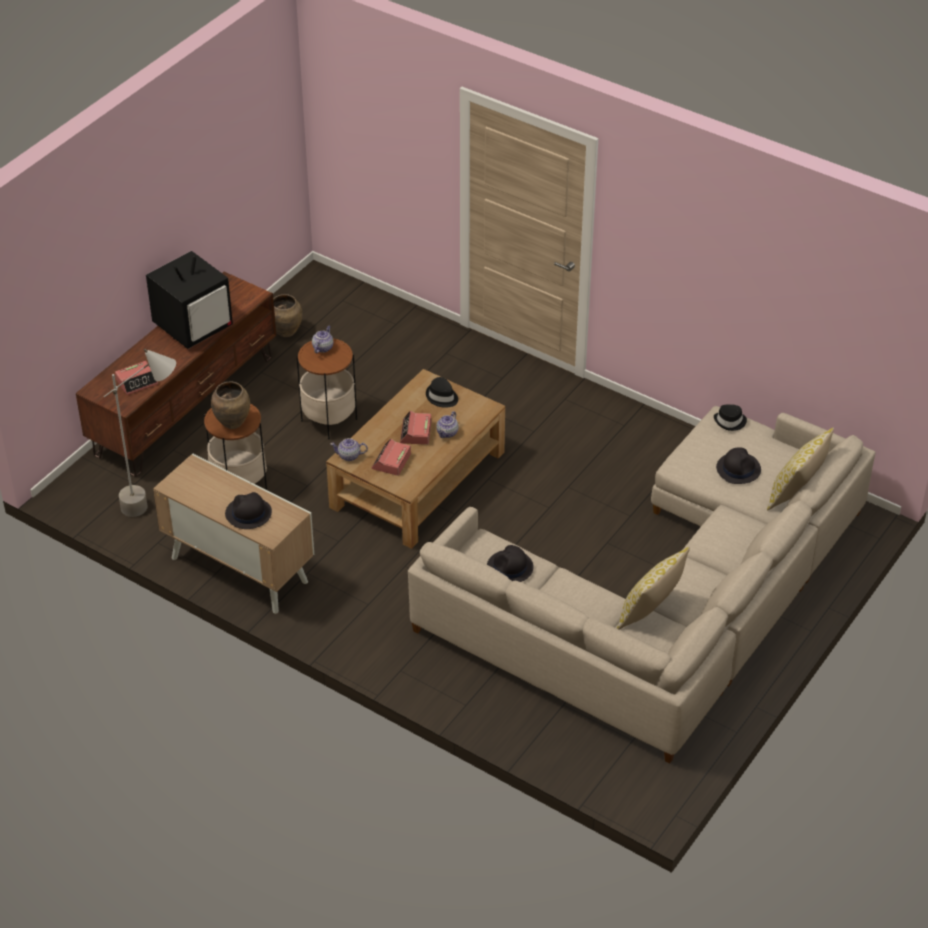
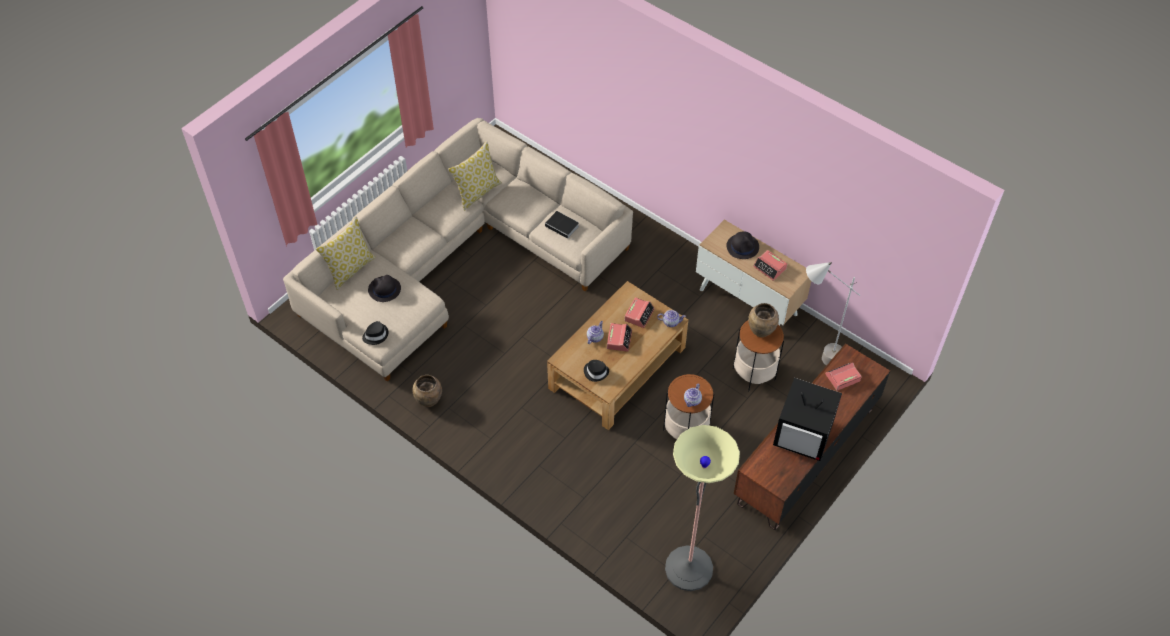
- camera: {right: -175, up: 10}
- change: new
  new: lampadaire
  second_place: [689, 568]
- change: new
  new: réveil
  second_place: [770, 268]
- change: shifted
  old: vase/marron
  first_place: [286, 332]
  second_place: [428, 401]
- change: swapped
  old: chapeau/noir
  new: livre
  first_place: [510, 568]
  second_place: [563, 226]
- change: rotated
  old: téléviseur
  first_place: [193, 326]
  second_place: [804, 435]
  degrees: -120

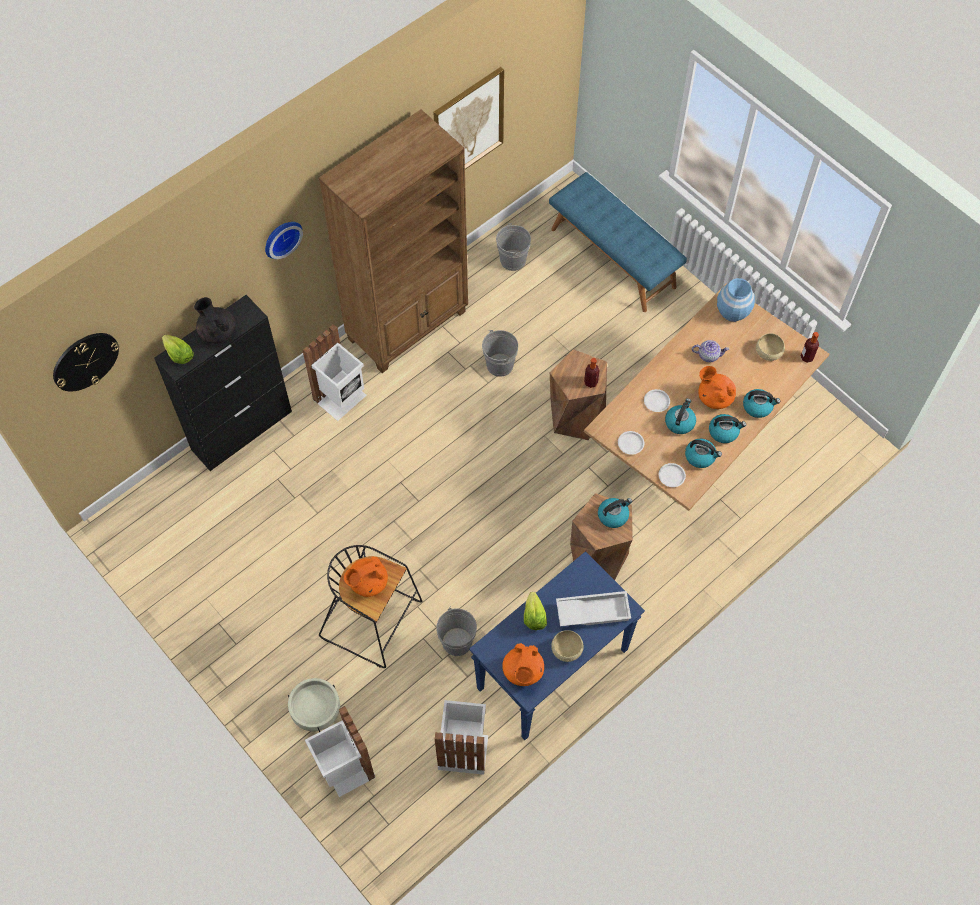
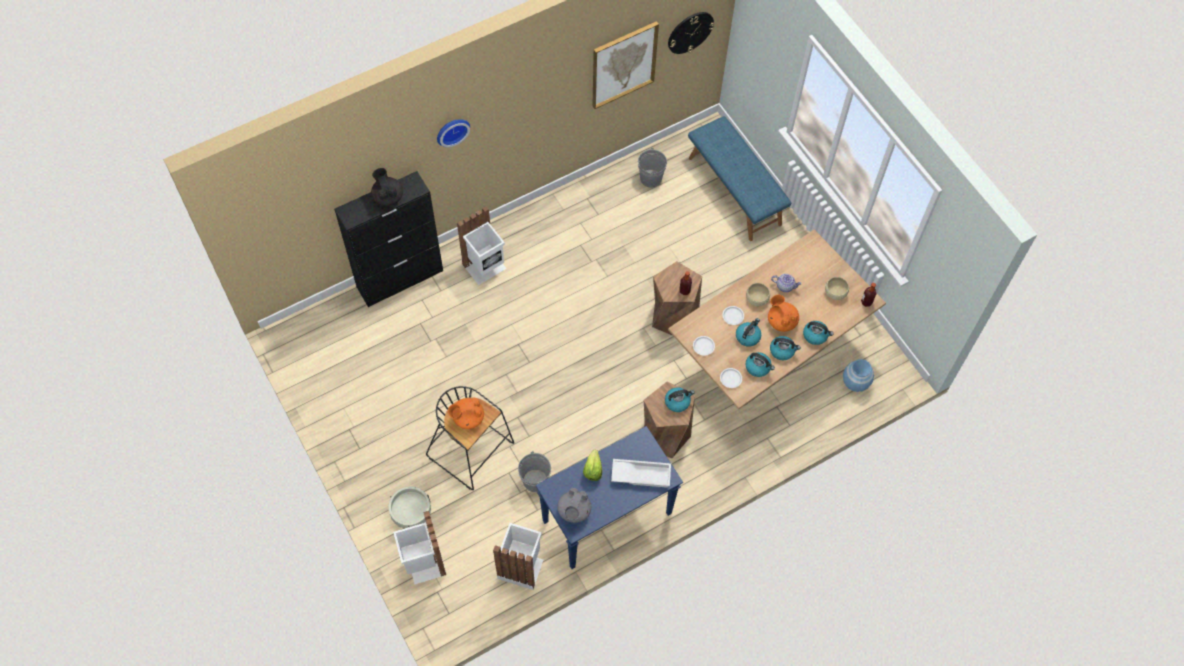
- camera: {right: 10, up: 0}
- change: gone
  old: laitue
  first_place: [179, 355]
- change: gone
  old: bibliothèque/marron
  first_place: [408, 325]
- change: gone
  old: seau/gris
  first_place: [499, 365]
- change: shifted
  old: horloge murale
  first_place: [85, 361]
  second_place: [690, 32]
- change: shifted
  old: bol/beige
  first_place: [567, 649]
  second_place: [757, 298]
- change: shifted
  old: vase/bleu
  first_place: [732, 311]
  second_place: [855, 382]
- change: repainted
  old: théière/orange
  new: théière/gris
  first_place: [523, 671]
  second_place: [574, 511]

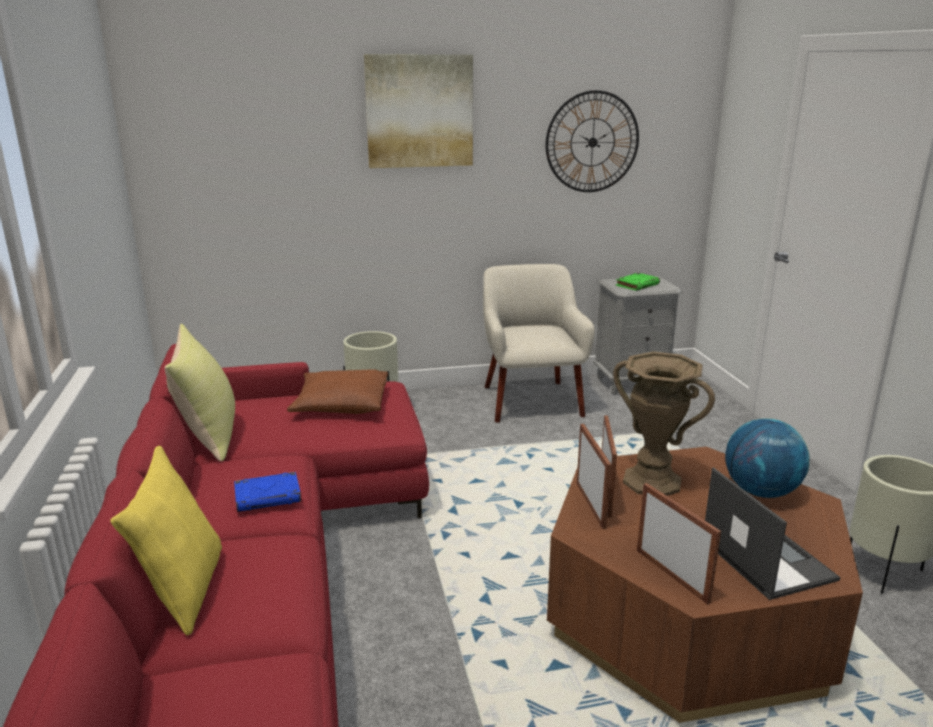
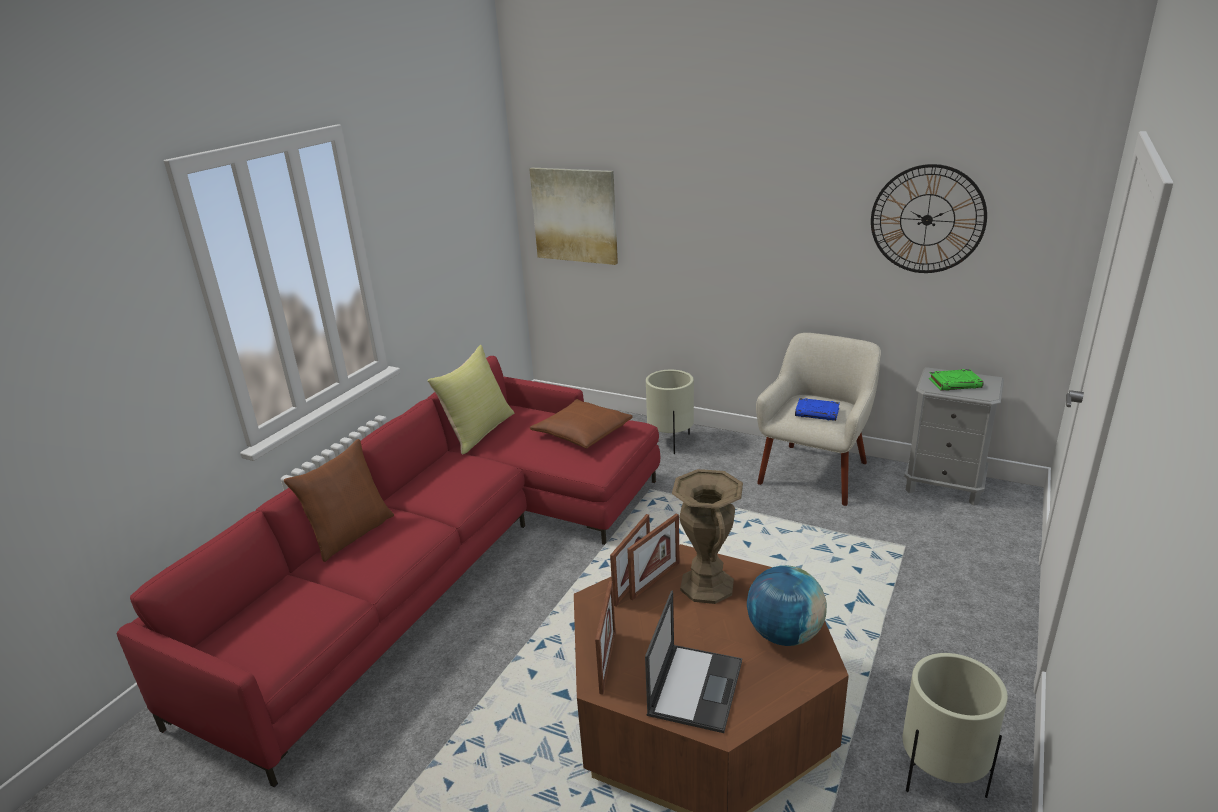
- camera: {right: 40, up: 5}
- change: shifted
  old: livre/bleu
  first_place: [268, 496]
  second_place: [817, 412]
- change: shifted
  old: tableau
  first_place: [419, 111]
  second_place: [575, 215]
- change: repainted
  old: coussin/jaune
  new: coussin/marron
  first_place: [183, 589]
  second_place: [350, 533]

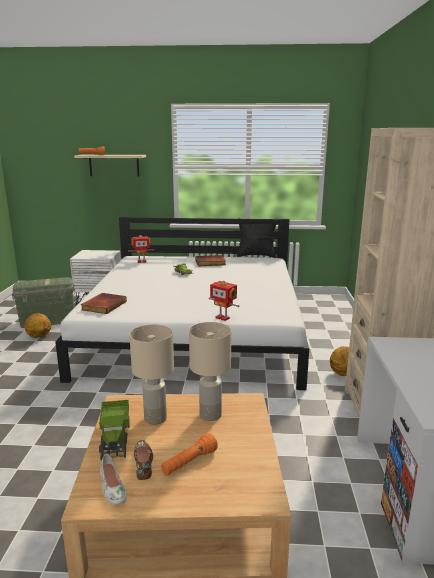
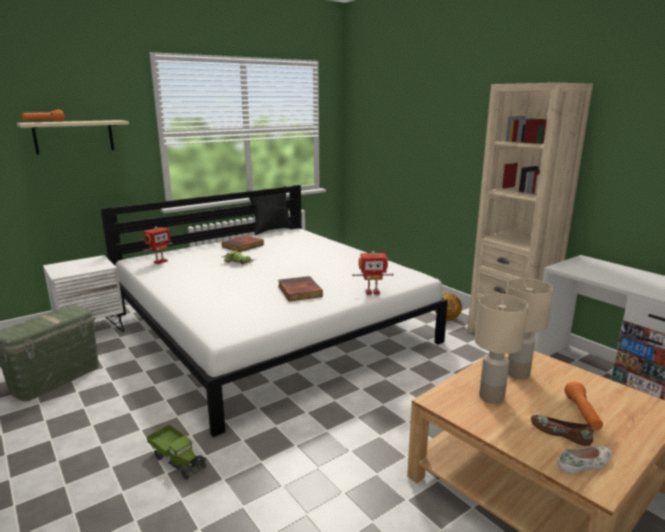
- camera: {right: -40, up: 0}
- change: gone
  old: ballon de basket
  first_place: [38, 336]
- change: shifted
  old: livre
  first_place: [103, 305]
  second_place: [298, 291]
- change: shifted
  old: camion jouet
  first_place: [115, 437]
  second_place: [178, 459]
- change: rotated
  old: chaussure/blanc
  first_place: [112, 487]
  second_place: [585, 464]
  degrees: -45

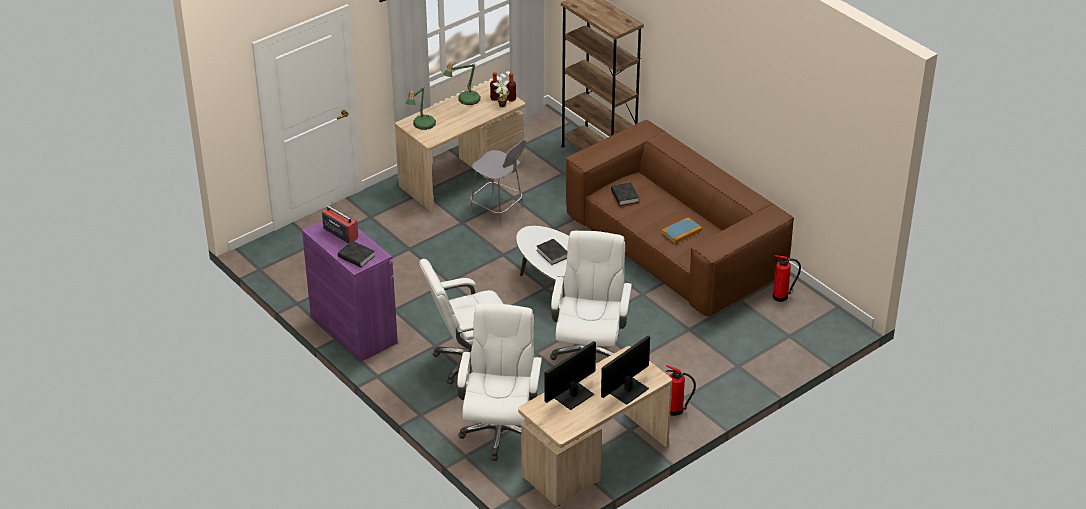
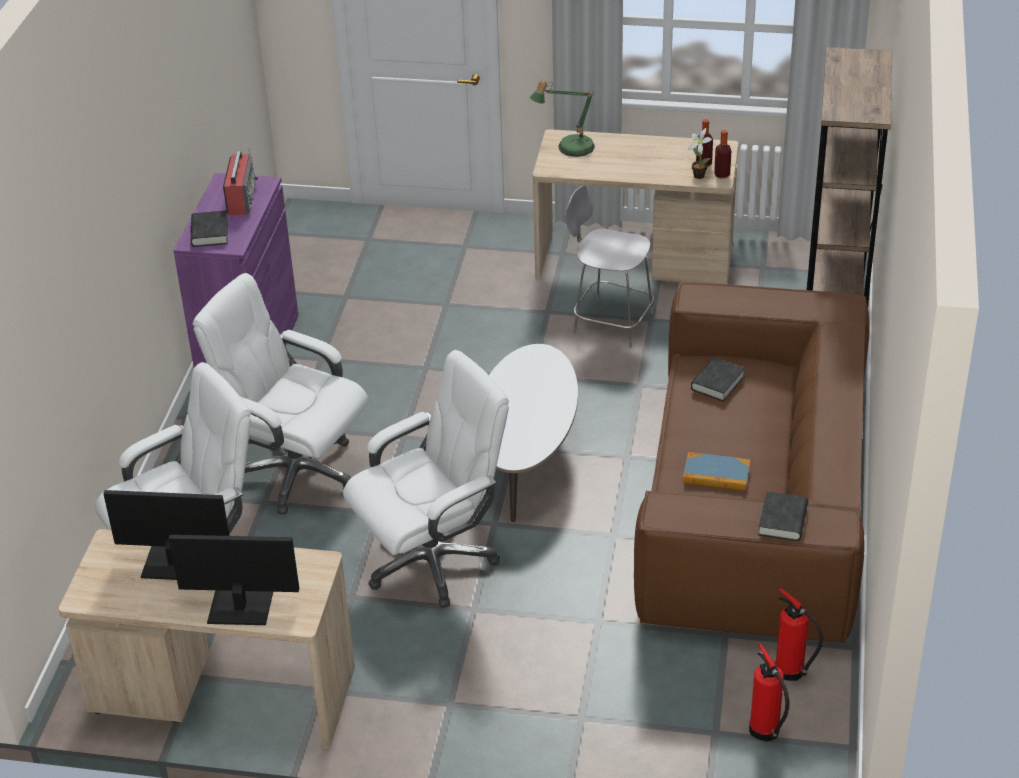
- camera: {right: 50, up: 0}
- change: gone
  old: lampe de table
  first_place: [465, 100]
- change: shifted
  old: livre/noir
  first_place: [553, 254]
  second_place: [782, 520]
- change: shifted
  old: extincteur
  first_place: [676, 410]
  second_place: [765, 732]
- change: rotated
  old: chaise/gris
  first_place: [498, 209]
  second_place: [610, 322]
  degrees: 120

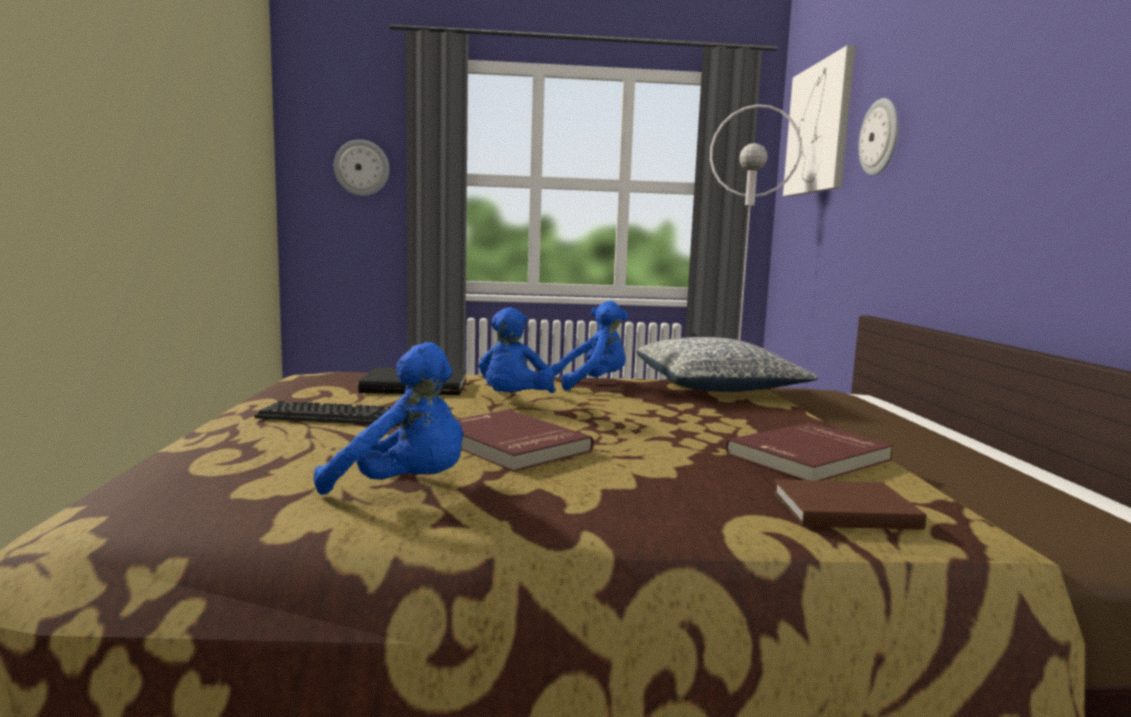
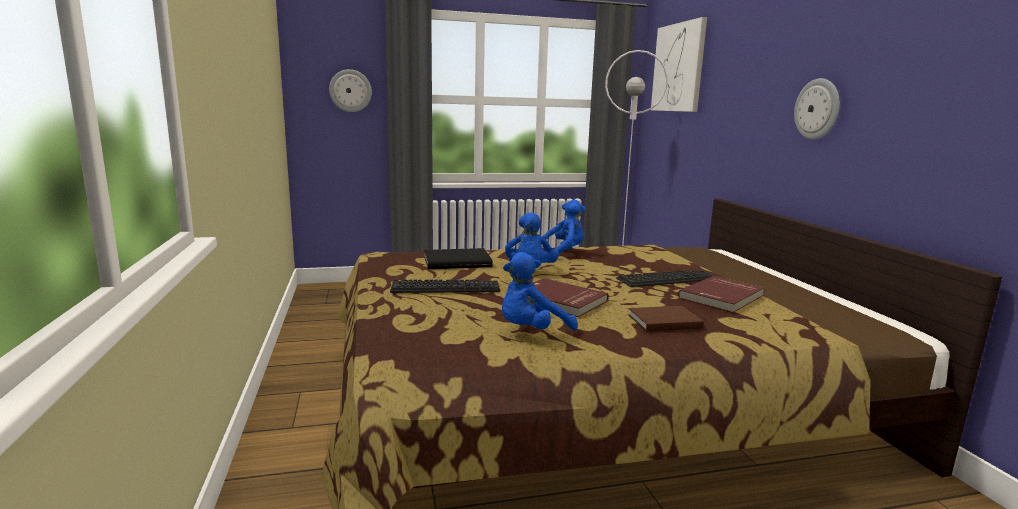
- camera: {right: -10, up: 5}
- change: gone
  old: coussin
  first_place: [717, 388]
- change: new
  new: clavier
  second_place: [666, 279]
- change: shifted
  old: livre/marron
  first_place: [840, 509]
  second_place: [662, 321]
- change: shifted
  old: horloge murale
  first_place: [880, 137]
  second_place: [817, 109]
- change: rotated
  old: peluche/bleu
  first_place: [405, 488]
  second_place: [531, 331]
  degrees: 135

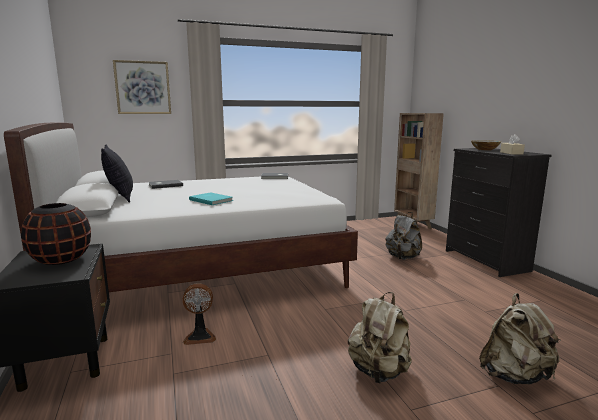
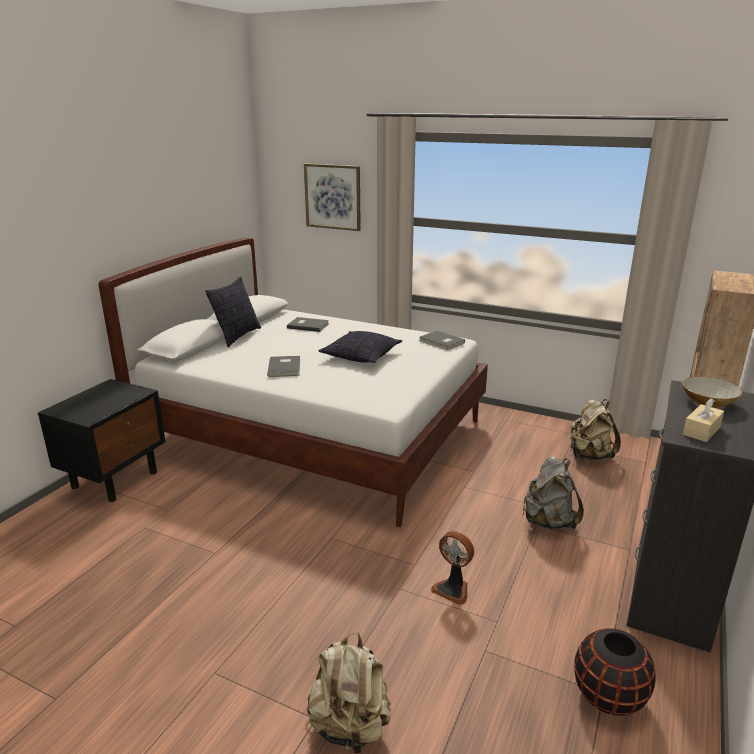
- camera: {right: 45, up: 10}
- change: new
  new: coussin
  second_place: [361, 357]
- change: shifted
  old: vase/noir
  first_place: [61, 260]
  second_place: [608, 696]
- change: shifted
  old: ventilateur
  first_place: [200, 336]
  second_place: [453, 589]
- change: shifted
  old: sac à dos/beige
  first_place: [379, 371]
  second_place: [589, 455]
- change: repainted
  old: livre/turquoise
  new: livre/gris
  first_place: [211, 200]
  second_place: [285, 367]

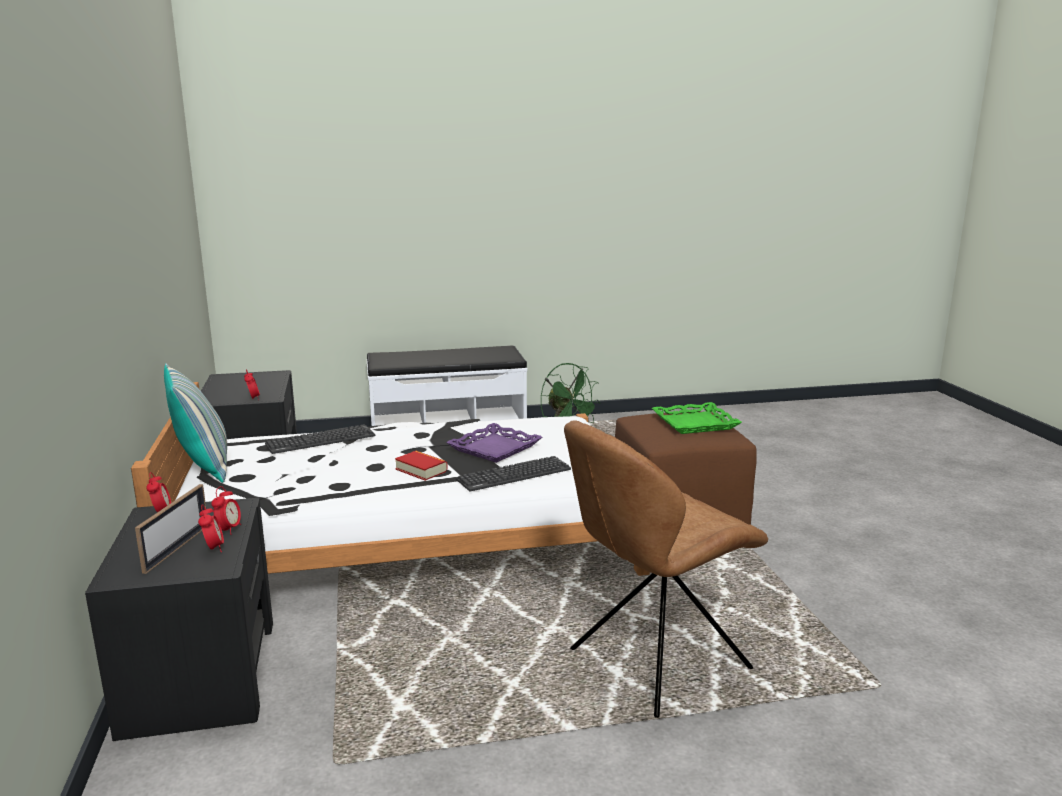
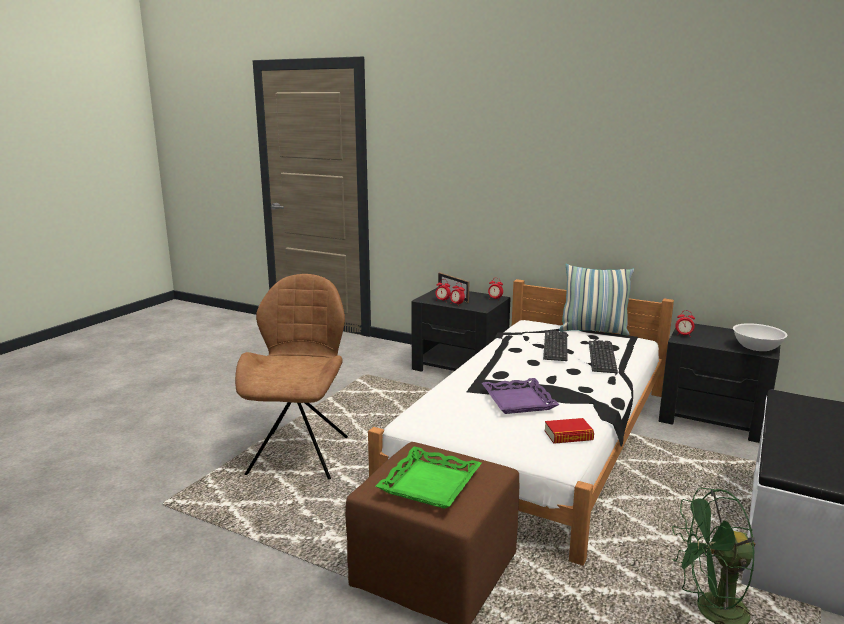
- camera: {right: 130, up: 0}
- change: new
  new: bol/blanc
  second_place: [756, 348]
- change: shifted
  old: livre
  first_place: [421, 470]
  second_place: [568, 436]
- change: shifted
  old: clavier
  first_place: [514, 475]
  second_place: [555, 346]

